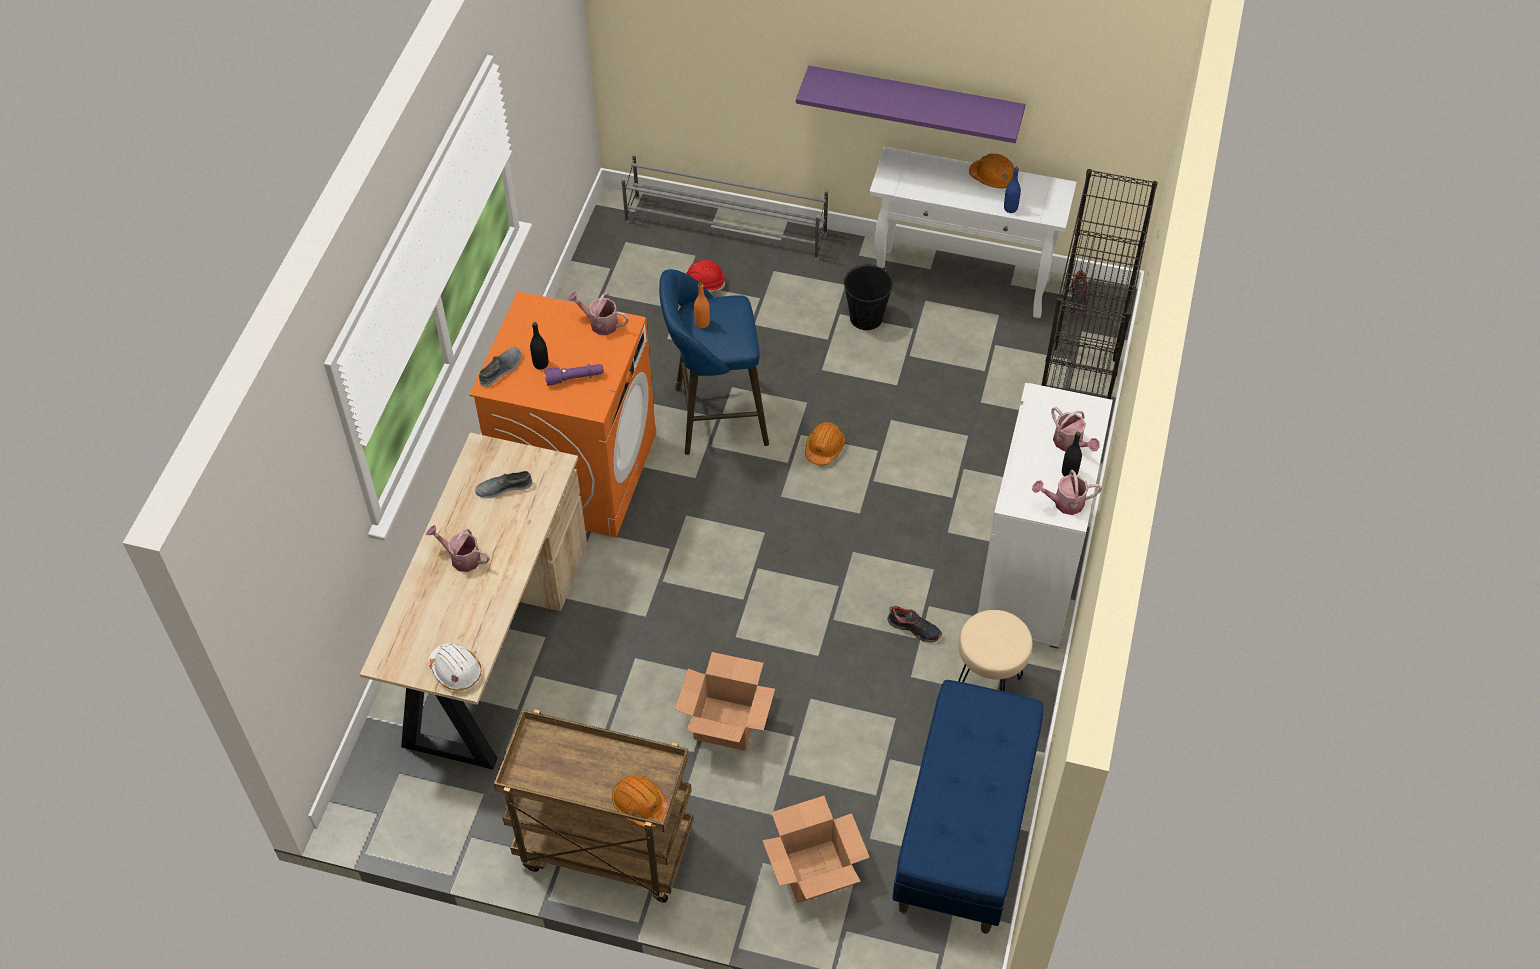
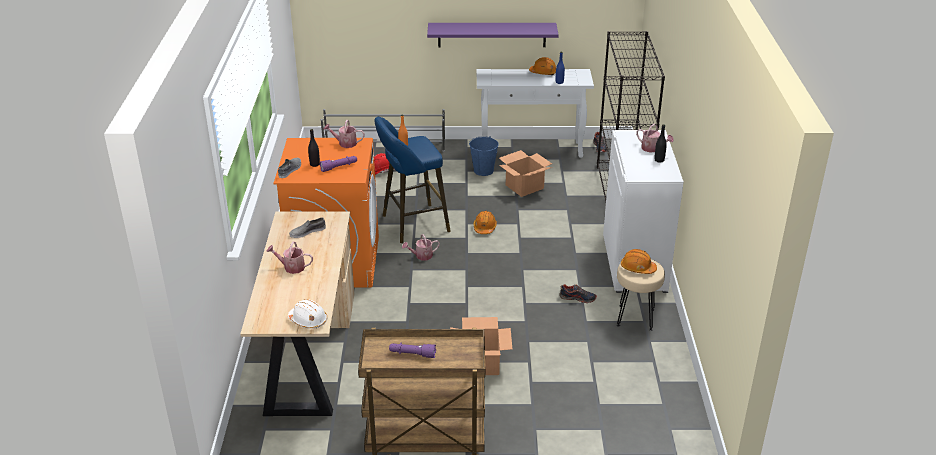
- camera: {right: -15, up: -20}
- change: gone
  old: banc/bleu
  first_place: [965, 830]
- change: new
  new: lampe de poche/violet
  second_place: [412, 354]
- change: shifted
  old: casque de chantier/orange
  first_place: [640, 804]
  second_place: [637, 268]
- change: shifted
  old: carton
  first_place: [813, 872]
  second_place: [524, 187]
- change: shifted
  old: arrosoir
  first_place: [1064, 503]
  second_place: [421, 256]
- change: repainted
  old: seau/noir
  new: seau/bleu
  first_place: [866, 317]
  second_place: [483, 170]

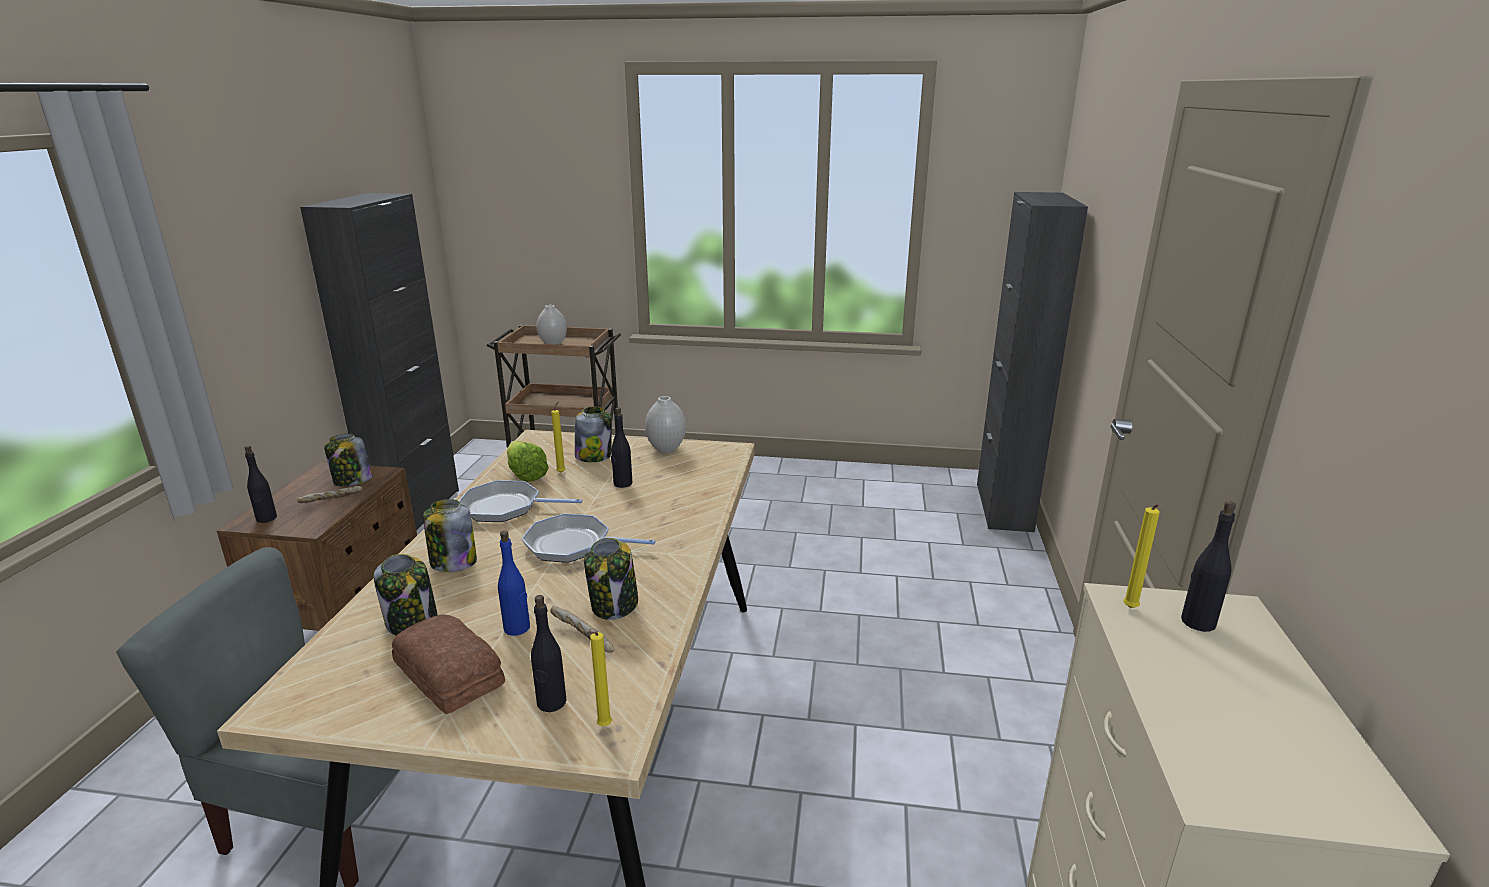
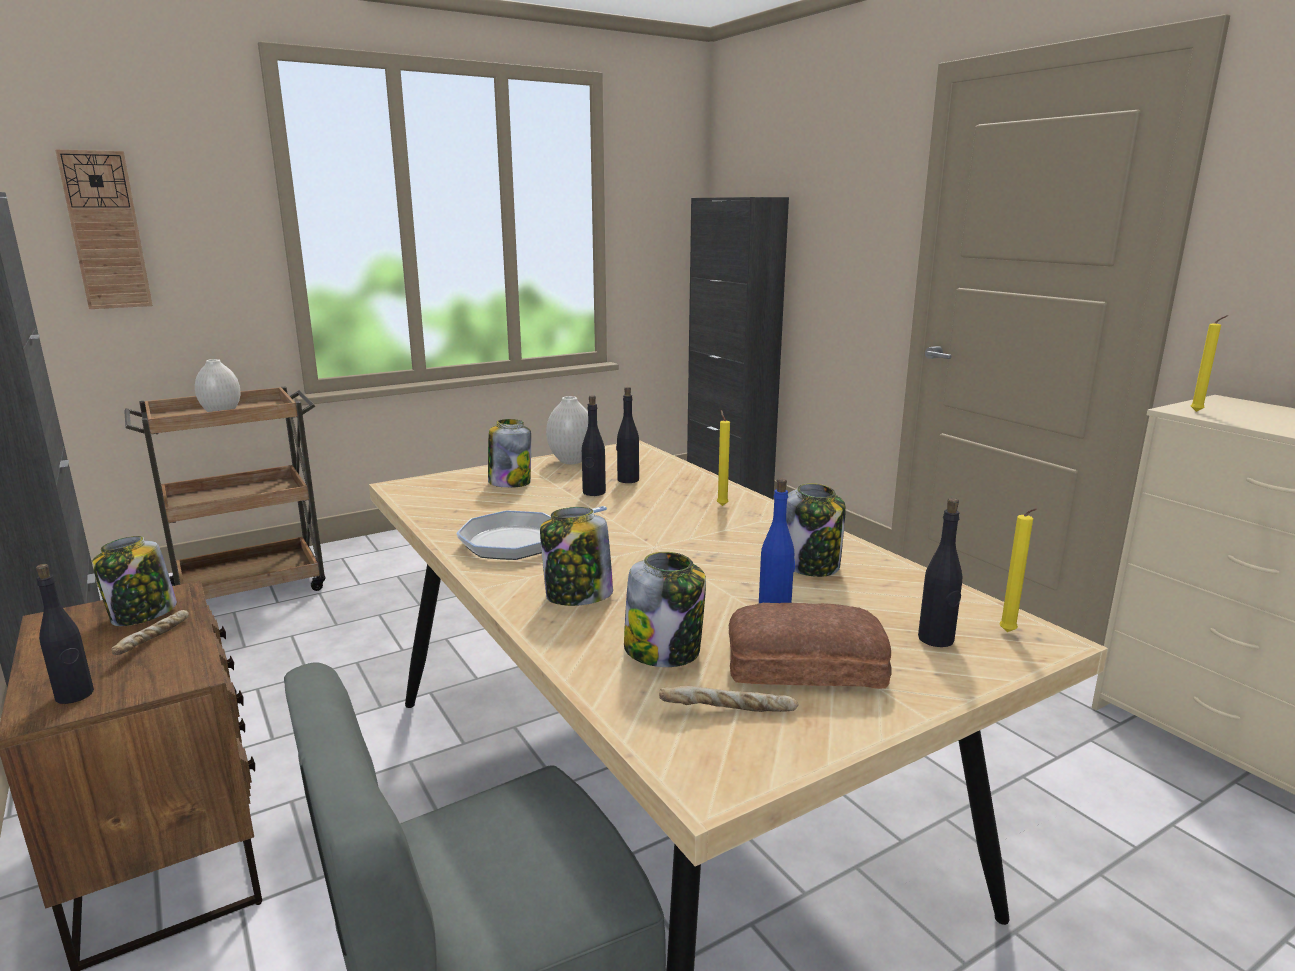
- camera: {right: -40, up: -5}
- change: gone
  old: laitue
  first_place: [525, 473]
- change: gone
  old: poêle
  first_place: [573, 545]
- change: new
  new: horloge murale
  second_place: [106, 231]
- change: shifted
  old: pain
  first_place: [582, 637]
  second_place: [728, 713]
- change: shifted
  old: bougie/jaune
  first_place: [562, 472]
  second_place: [721, 505]
- change: shifted
  old: bouteille/noir
  first_place: [1197, 622]
  second_place: [628, 480]

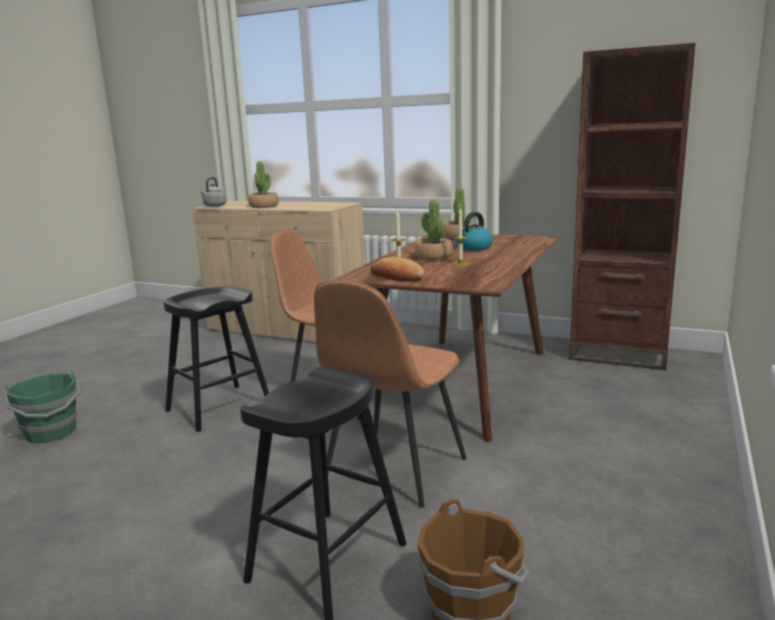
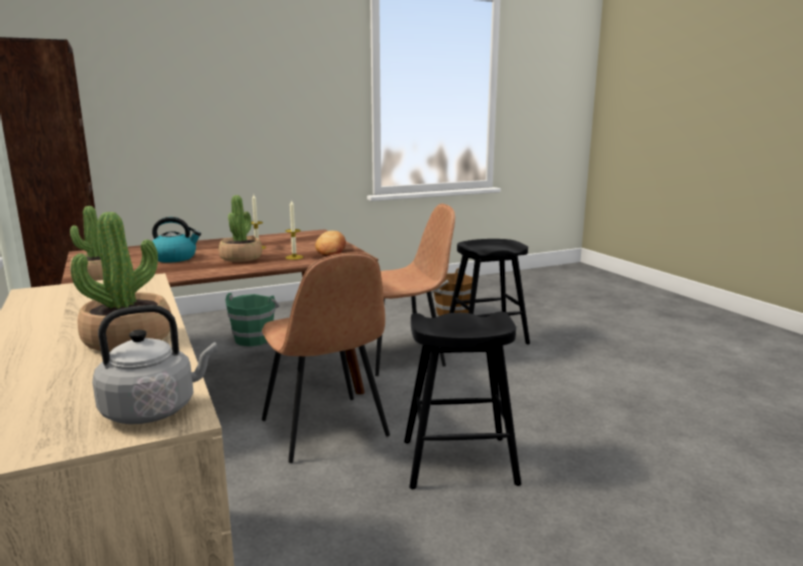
- camera: {right: -140, up: 0}
- change: shifted
  old: seau/vert
  first_place: [51, 433]
  second_place: [253, 339]

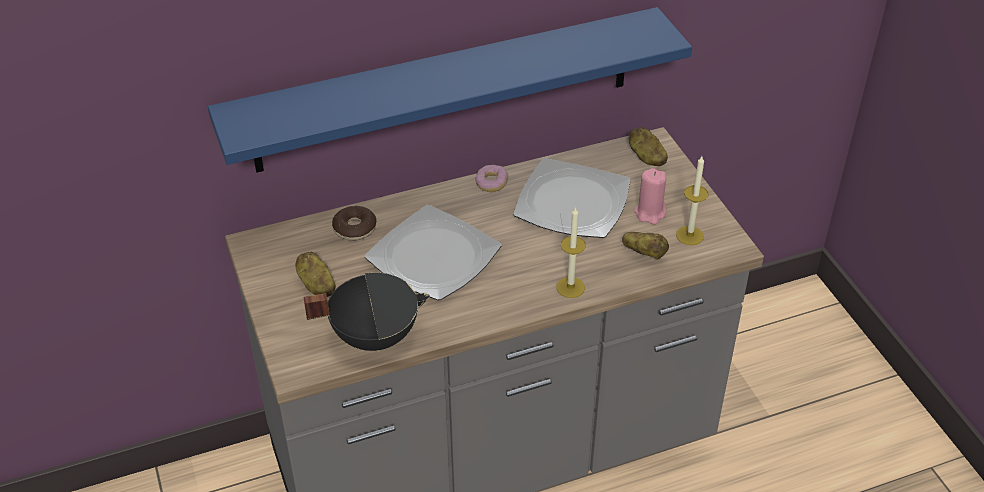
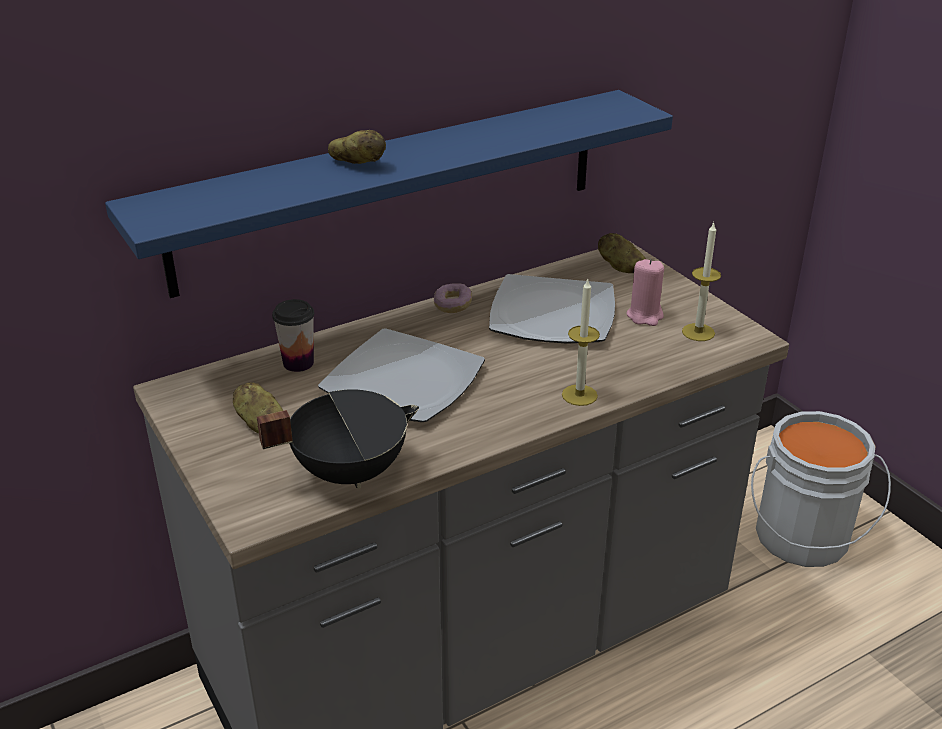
- camera: {right: -10, up: -10}
- change: new
  new: seau/gris
  second_place: [802, 540]
- change: shifted
  old: pomme de terre
  first_place: [644, 253]
  second_place: [358, 164]
- change: swapped
  old: beignet
  new: tasse
  first_place: [355, 229]
  second_place: [298, 363]

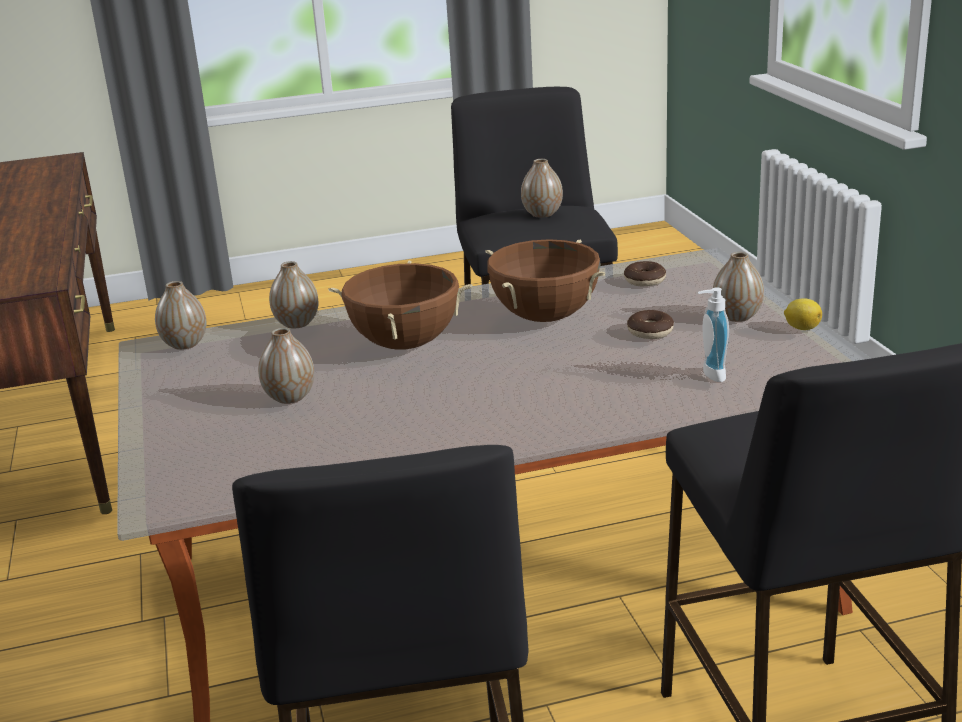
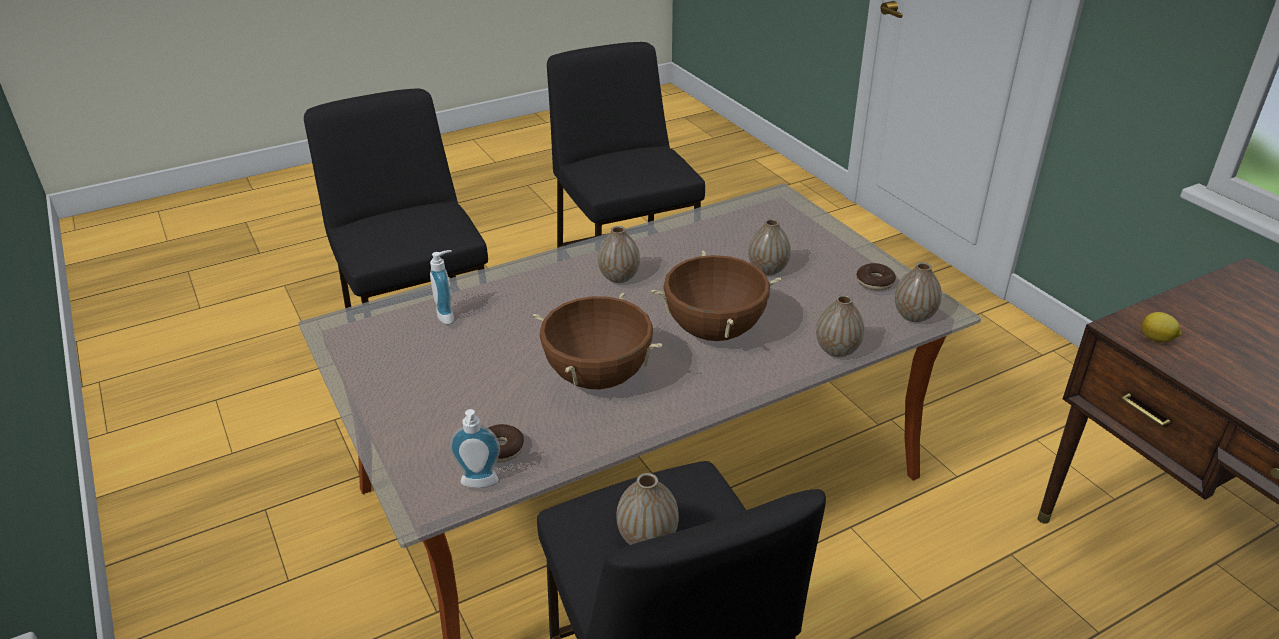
- camera: {right: 165, up: 10}
- change: new
  new: distributeur de savon
  second_place: [479, 484]
- change: shifted
  old: beignet
  first_place: [650, 332]
  second_place: [874, 282]
- change: shifted
  old: vase
  first_place: [737, 317]
  second_place: [619, 277]
- change: shifted
  old: citron
  first_place: [801, 328]
  second_place: [1157, 339]

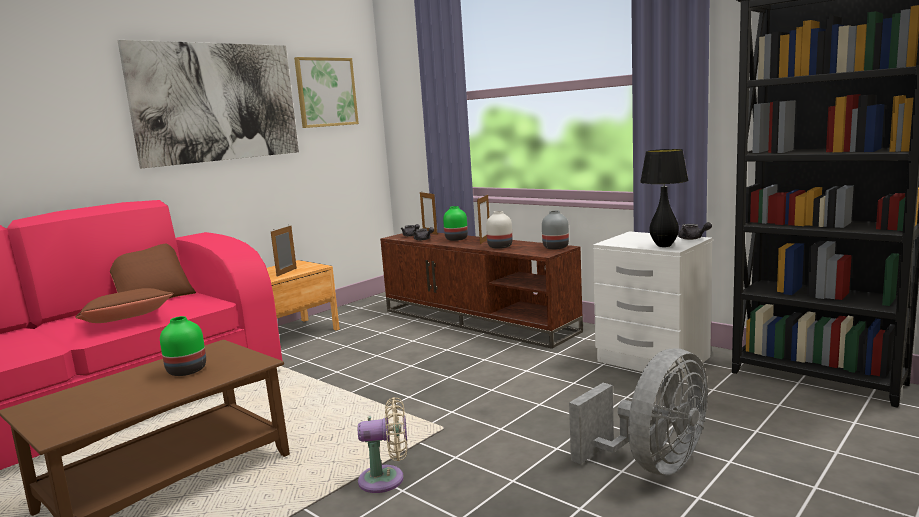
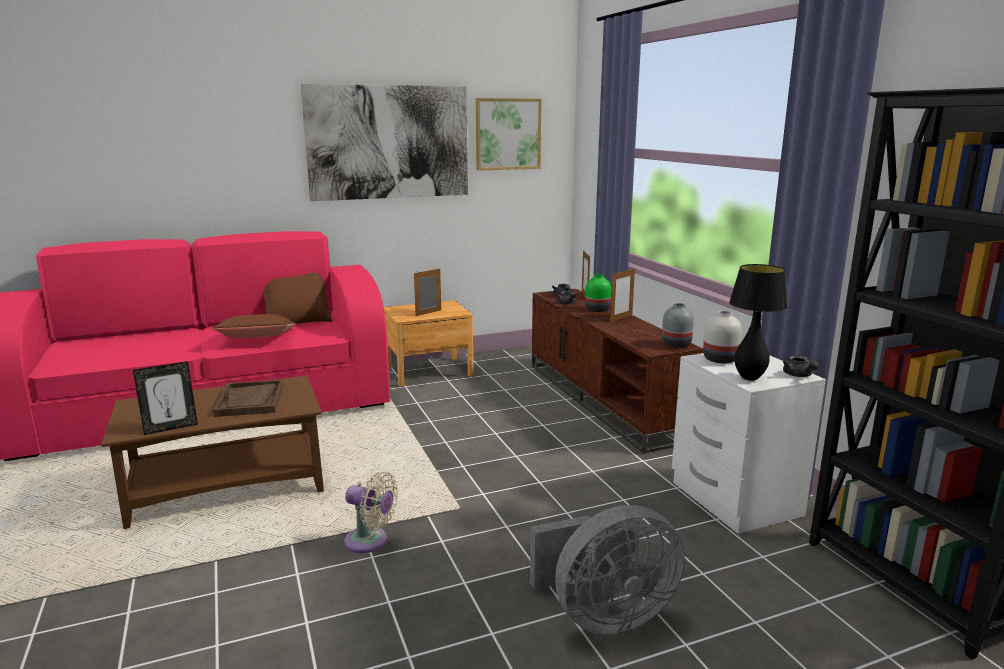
- camera: {right: 25, up: 5}
- change: new
  new: cadre photo
  second_place: [170, 428]
- change: shifted
  old: vase/blanc
  first_place: [500, 247]
  second_place: [720, 359]
- change: swapped
  old: vase/vert
  new: plateau/marron
  first_place: [187, 371]
  second_place: [250, 400]

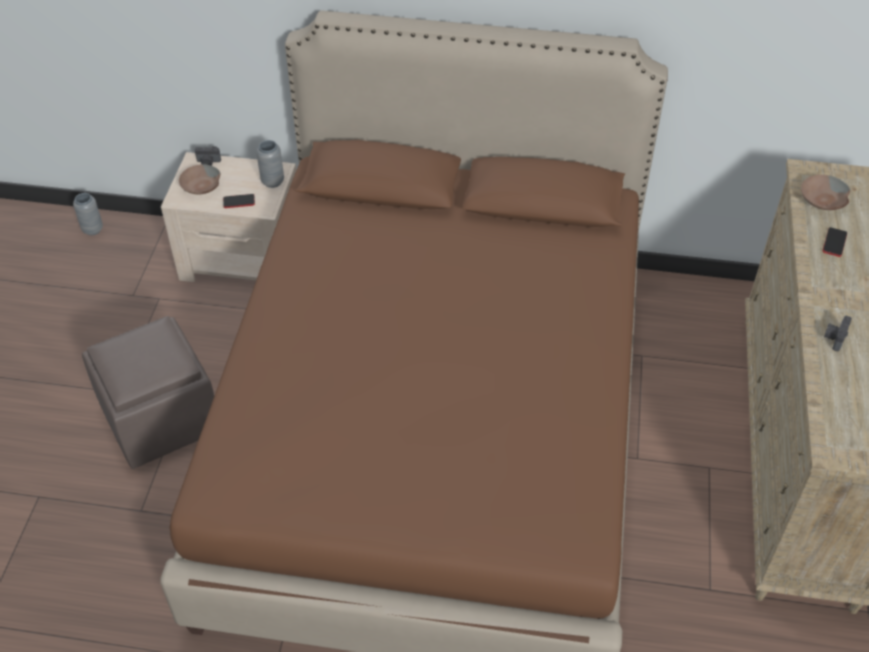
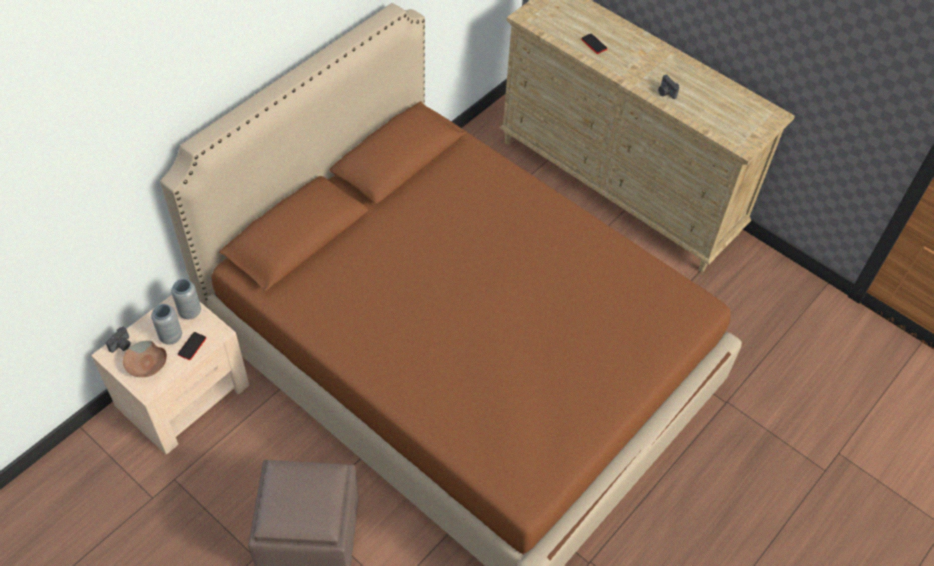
- camera: {right: -60, up: 5}
- change: gone
  old: bol/marron
  first_place: [822, 200]
- change: shifted
  old: vase/gris
  first_place: [93, 229]
  second_place: [171, 337]

